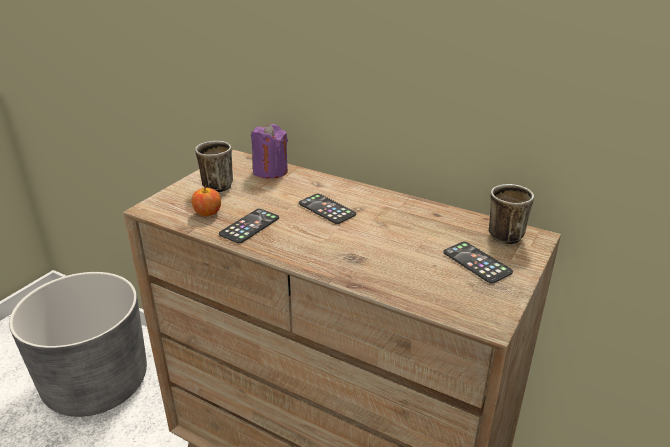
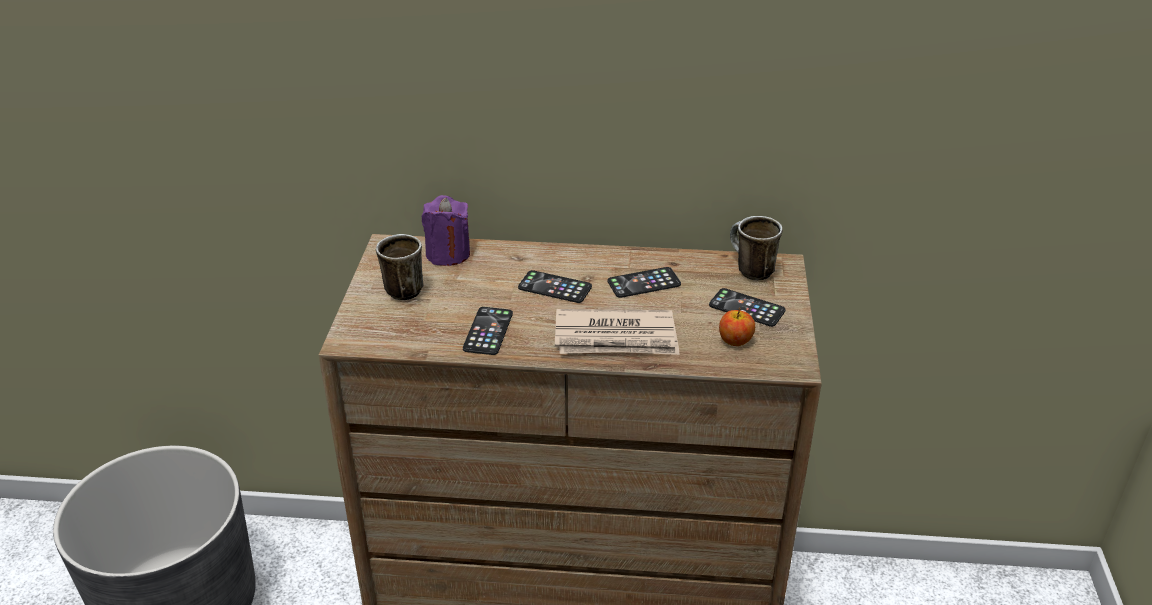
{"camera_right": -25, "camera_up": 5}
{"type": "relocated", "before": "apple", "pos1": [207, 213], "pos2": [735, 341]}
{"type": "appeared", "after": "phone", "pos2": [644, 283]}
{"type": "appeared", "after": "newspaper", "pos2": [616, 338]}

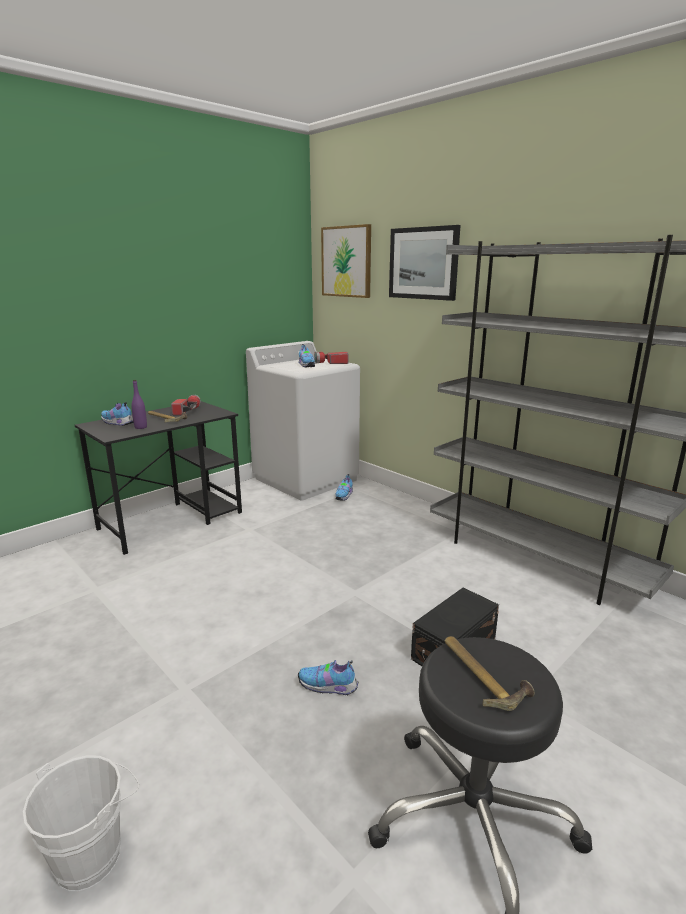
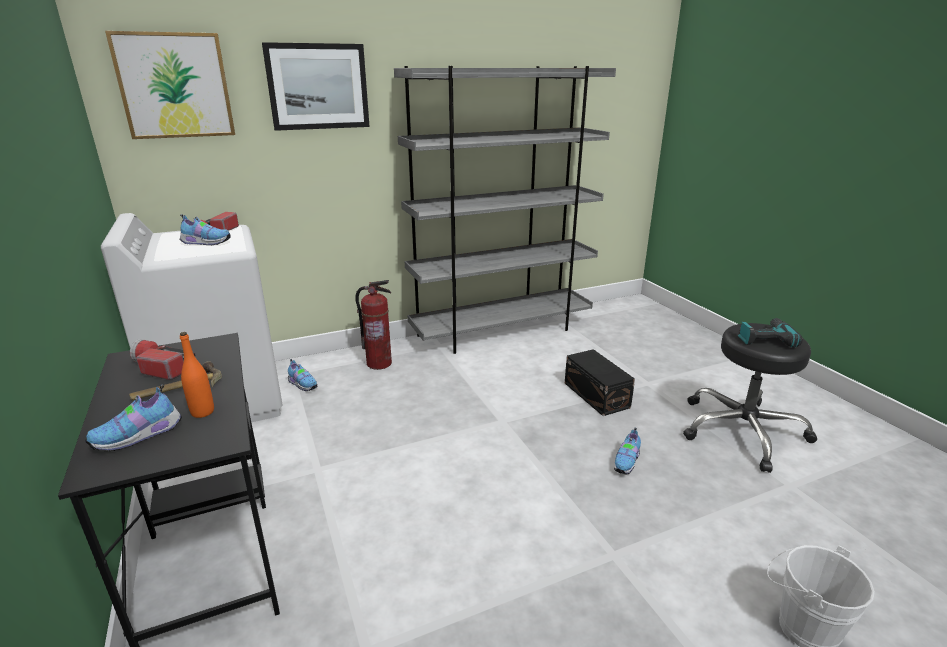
{"camera_right": -70, "camera_up": 5}
{"type": "colour", "before": "bottle/purple", "after": "bottle/orange", "pos1": [141, 427], "pos2": [202, 412]}
{"type": "exchanged", "before": "hammer", "after": "power drill", "pos1": [482, 674], "pos2": [764, 338]}
{"type": "appeared", "after": "fire extinguisher", "pos2": [379, 363]}

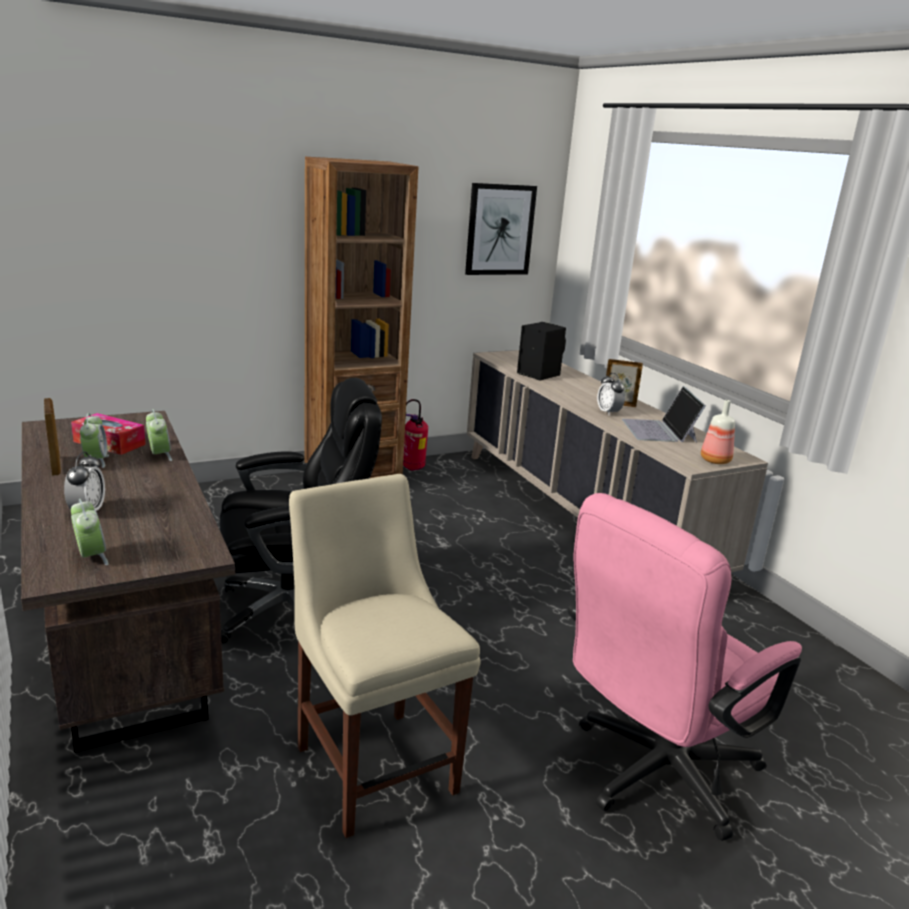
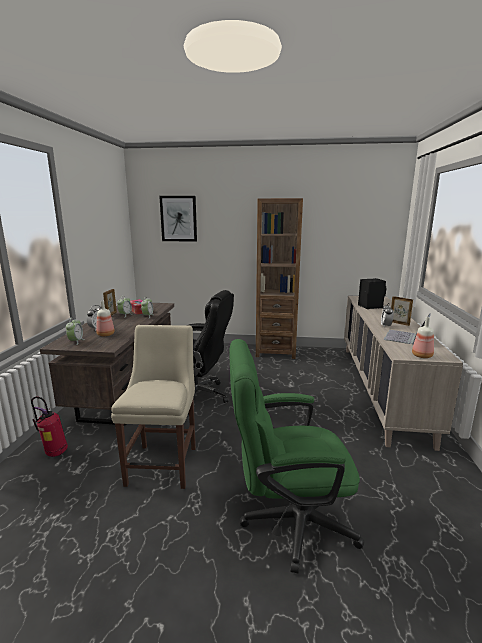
{"camera_right": 35, "camera_up": -5}
{"type": "relocated", "before": "picture", "pos1": [500, 230], "pos2": [178, 218]}
{"type": "relocated", "before": "fire extinguisher", "pos1": [412, 469], "pos2": [54, 454]}
{"type": "colour", "before": "office chair/pink", "after": "office chair/green", "pos1": [652, 774], "pos2": [288, 521]}
{"type": "appeared", "after": "bottle", "pos2": [105, 335]}

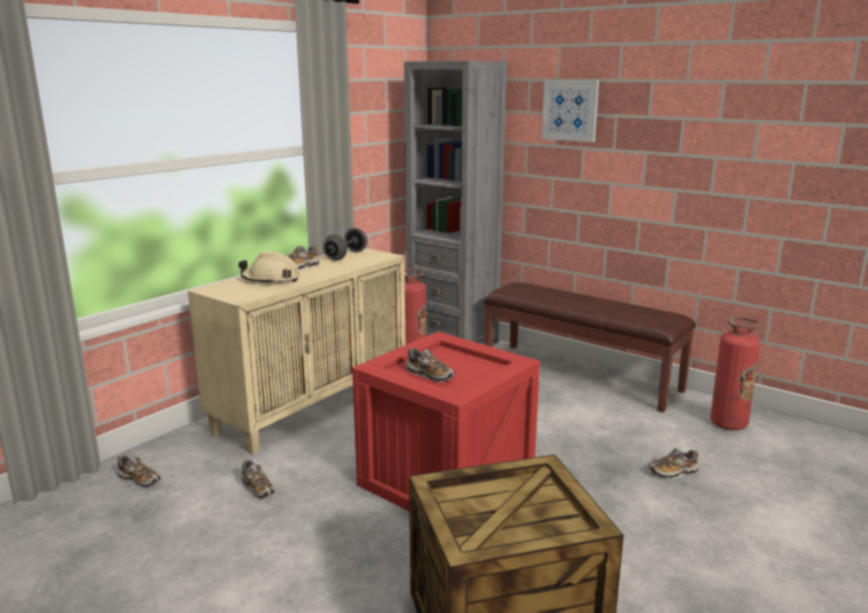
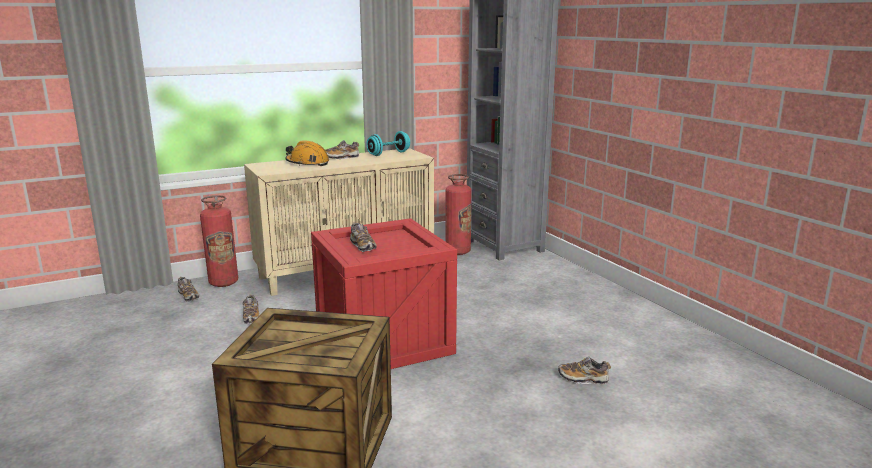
{"camera_right": 25, "camera_up": 0}
{"type": "missing", "before": "picture", "pos1": [570, 110]}
{"type": "colour", "before": "dumbbell/grey", "after": "dumbbell/turquoise", "pos1": [346, 256], "pos2": [388, 154]}
{"type": "colour", "before": "hard hat/beige", "after": "hard hat/orange", "pos1": [271, 280], "pos2": [307, 163]}
{"type": "missing", "before": "bench/brown", "pos1": [580, 375]}
{"type": "relocated", "before": "fire extinguisher", "pos1": [728, 424], "pos2": [223, 282]}

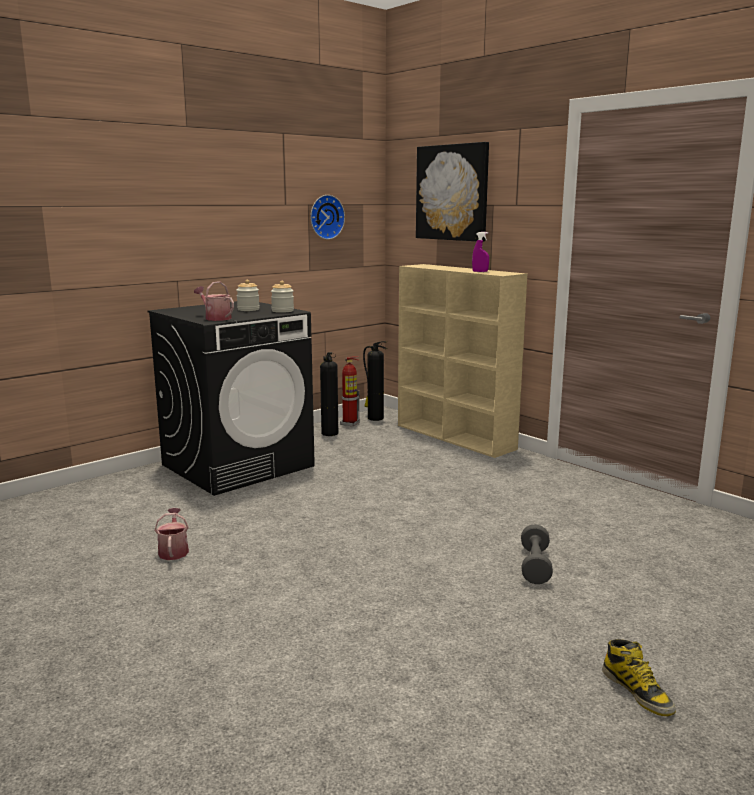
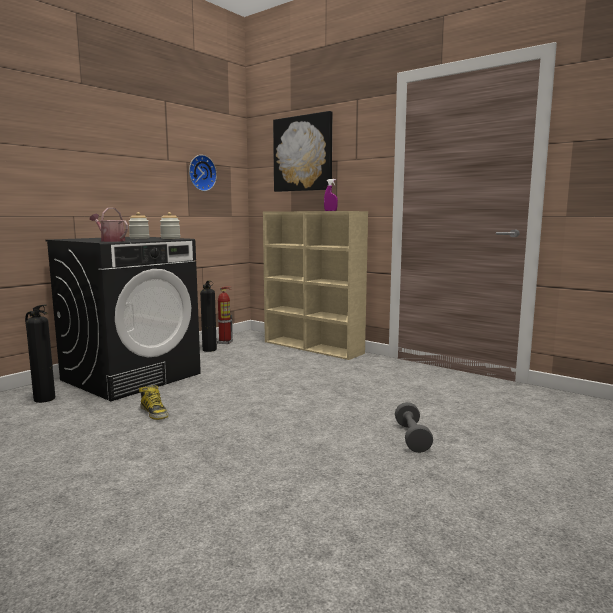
{"camera_right": -10, "camera_up": -5}
{"type": "relocated", "before": "fire extinguisher", "pos1": [374, 418], "pos2": [43, 399]}
{"type": "missing", "before": "watering can", "pos1": [174, 550]}
{"type": "relocated", "before": "boot", "pos1": [637, 691], "pos2": [154, 412]}

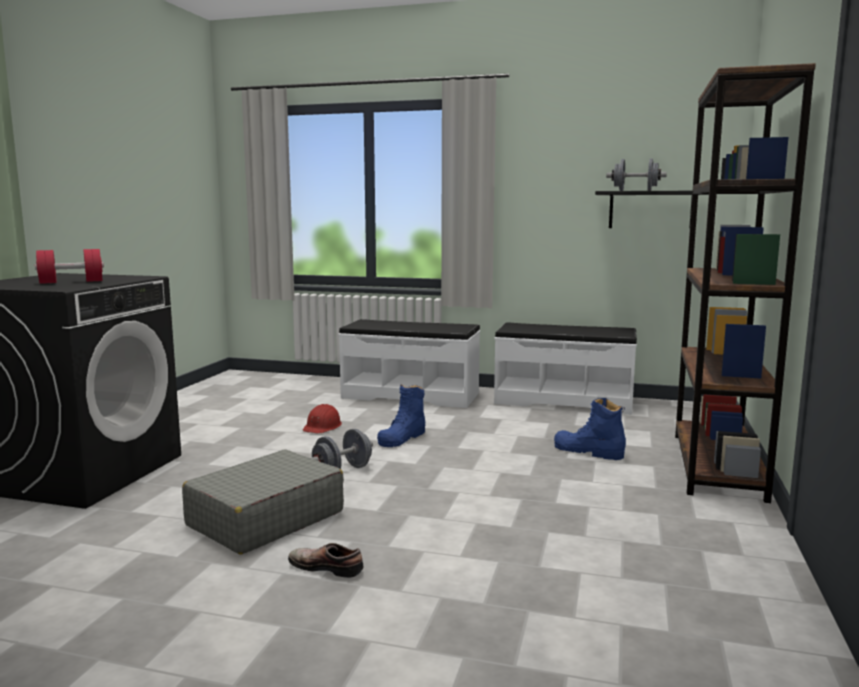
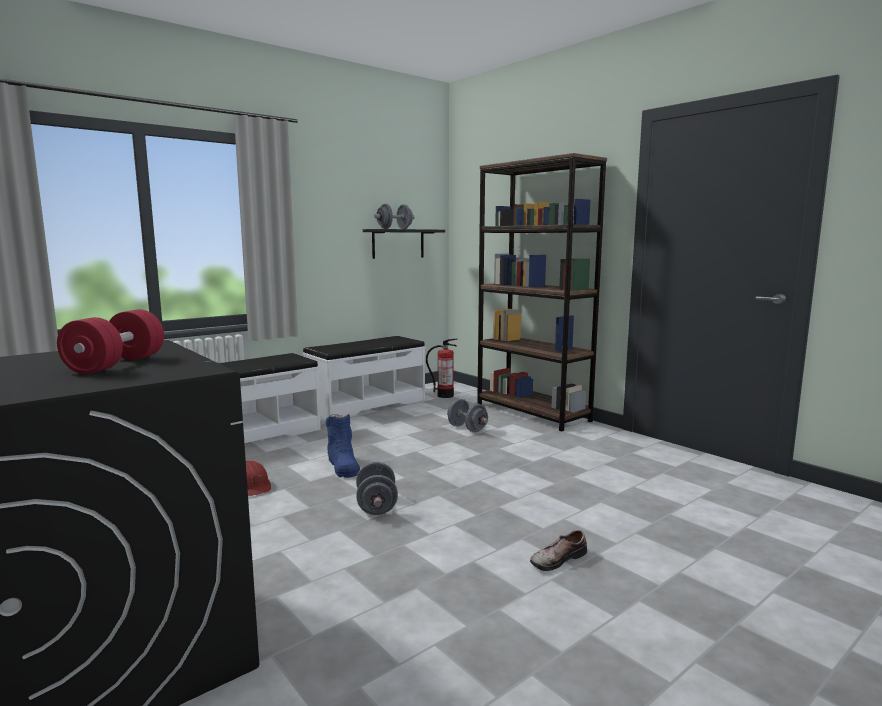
{"camera_right": -55, "camera_up": 0}
{"type": "exchanged", "before": "boot/blue", "after": "dumbbell/grey", "pos1": [588, 452], "pos2": [467, 428]}
{"type": "missing", "before": "suitcase/grey", "pos1": [265, 518]}
{"type": "appeared", "after": "fire extinguisher", "pos2": [445, 395]}

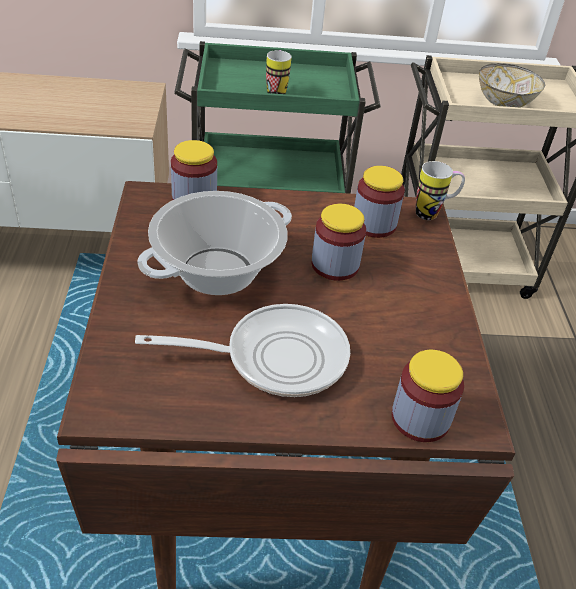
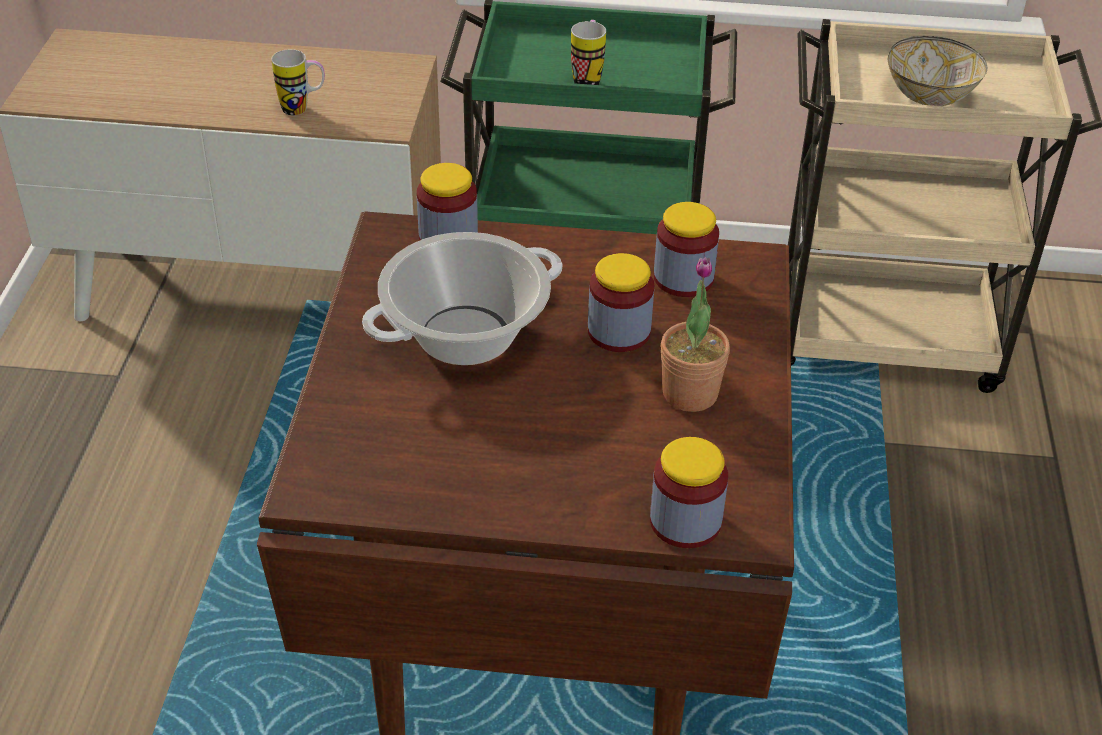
{"camera_right": 10, "camera_up": 0}
{"type": "relocated", "before": "mug", "pos1": [433, 213], "pos2": [303, 109]}
{"type": "missing", "before": "frying pan", "pos1": [275, 357]}
{"type": "appeared", "after": "potted plant", "pos2": [690, 393]}

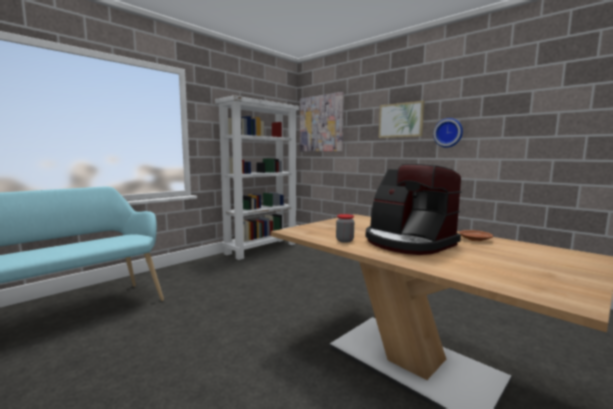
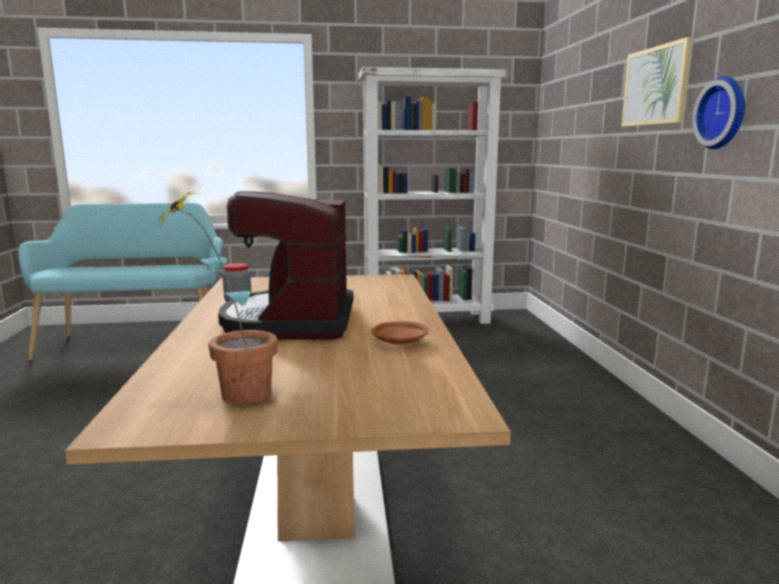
{"camera_right": 40, "camera_up": 5}
{"type": "missing", "before": "picture", "pos1": [321, 123]}
{"type": "appeared", "after": "potted plant", "pos2": [230, 396]}

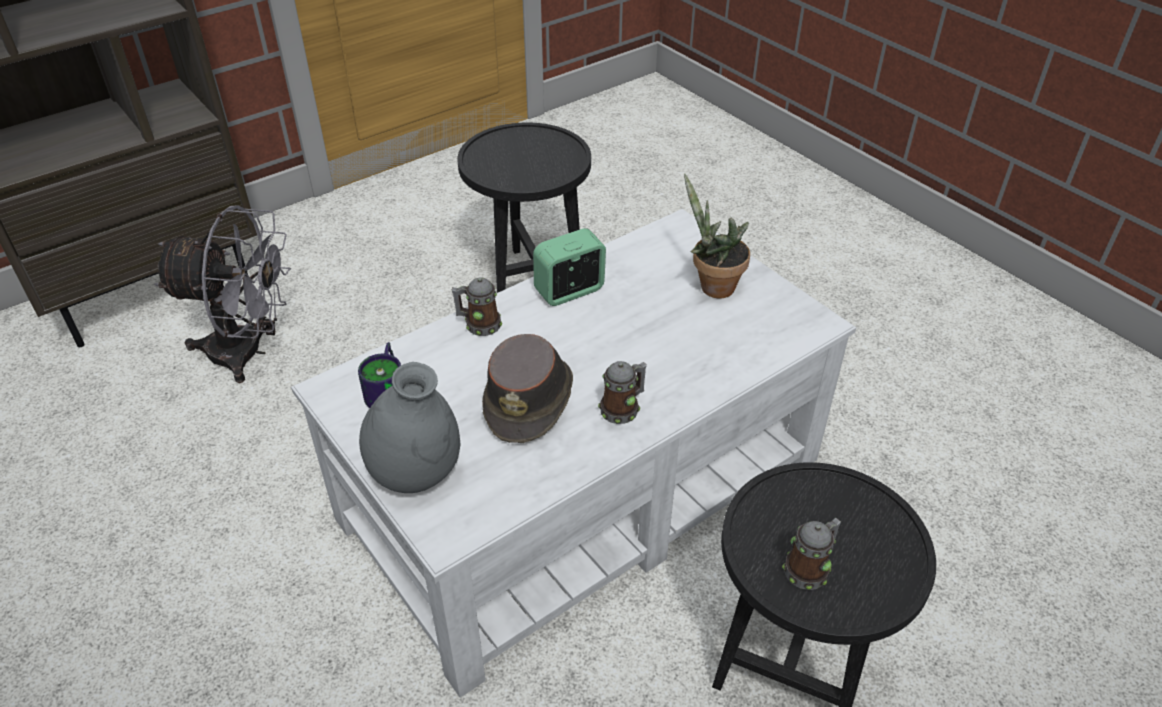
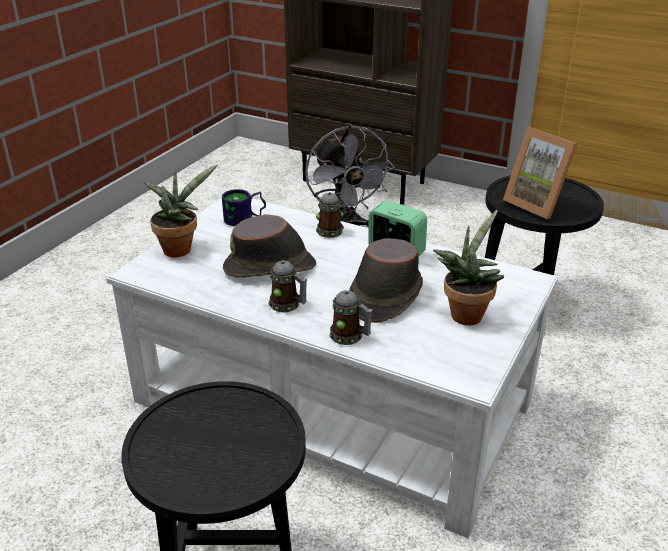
{"camera_right": 65, "camera_up": -10}
{"type": "exchanged", "before": "vase/grey", "after": "potted plant", "pos1": [416, 475], "pos2": [180, 248]}
{"type": "relocated", "before": "mug", "pos1": [809, 568], "pos2": [350, 337]}
{"type": "appeared", "after": "picture frame", "pos2": [537, 203]}
{"type": "appeared", "after": "hat/brown", "pos2": [384, 296]}

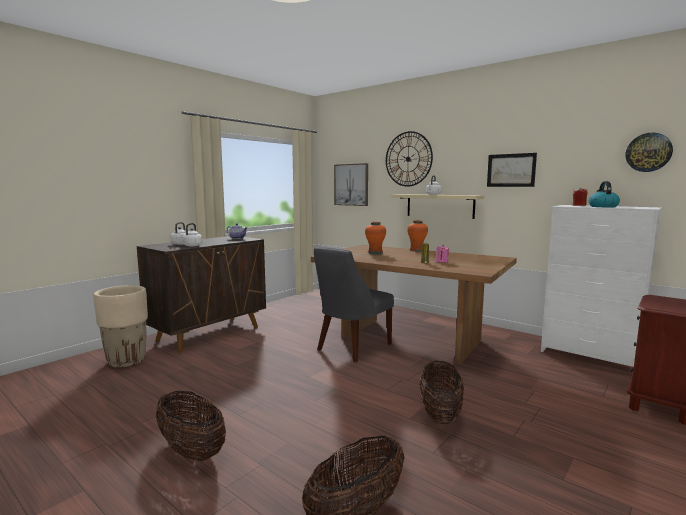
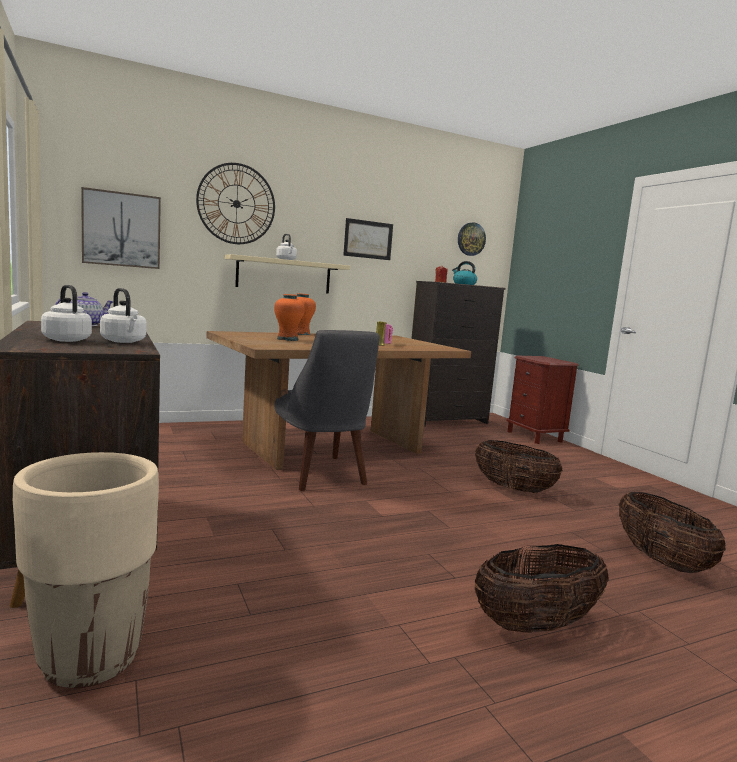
{"camera_right": -65, "camera_up": 0}
{"type": "colour", "before": "dresser/white", "after": "dresser/black", "pos1": [590, 356], "pos2": [447, 420]}

